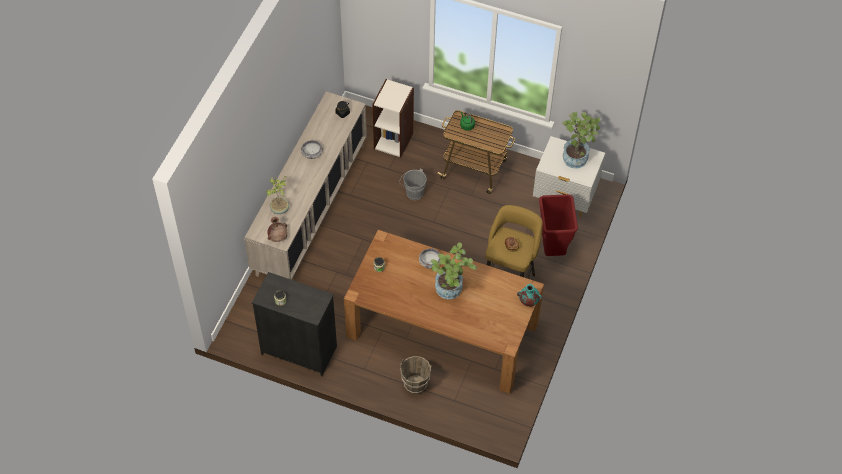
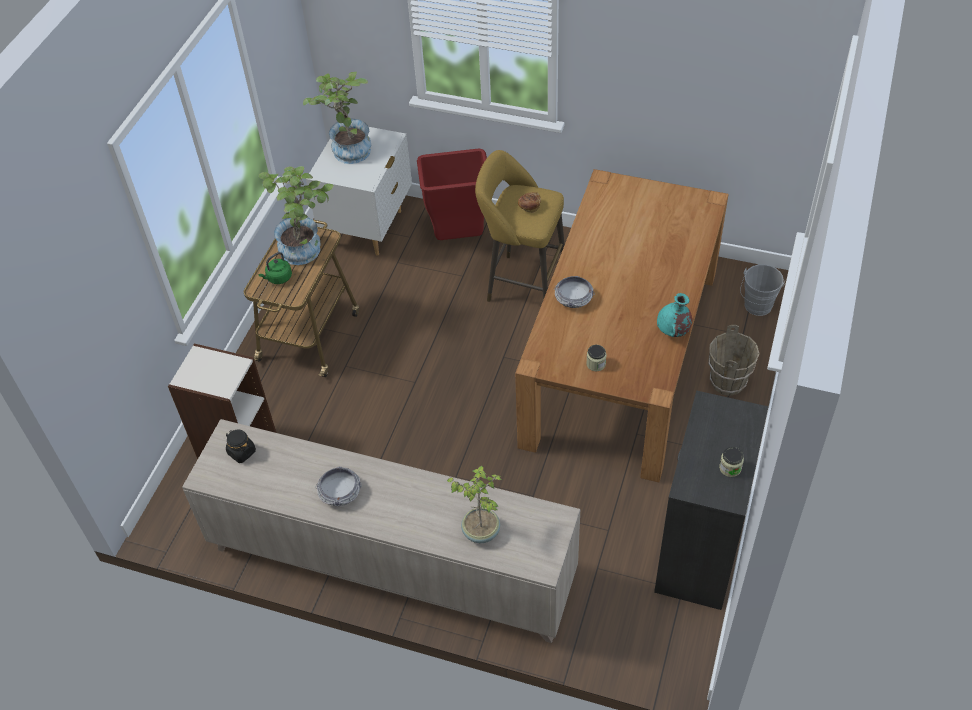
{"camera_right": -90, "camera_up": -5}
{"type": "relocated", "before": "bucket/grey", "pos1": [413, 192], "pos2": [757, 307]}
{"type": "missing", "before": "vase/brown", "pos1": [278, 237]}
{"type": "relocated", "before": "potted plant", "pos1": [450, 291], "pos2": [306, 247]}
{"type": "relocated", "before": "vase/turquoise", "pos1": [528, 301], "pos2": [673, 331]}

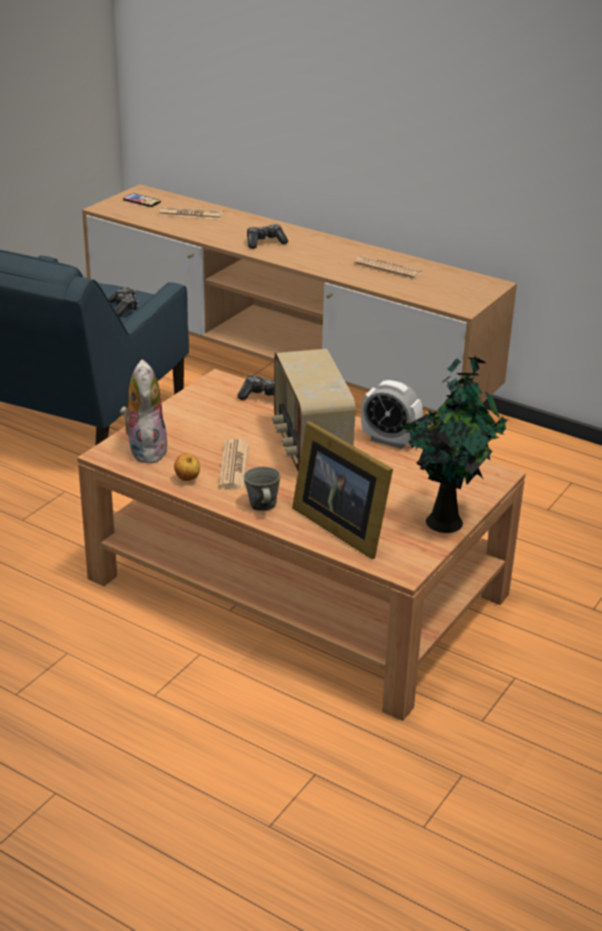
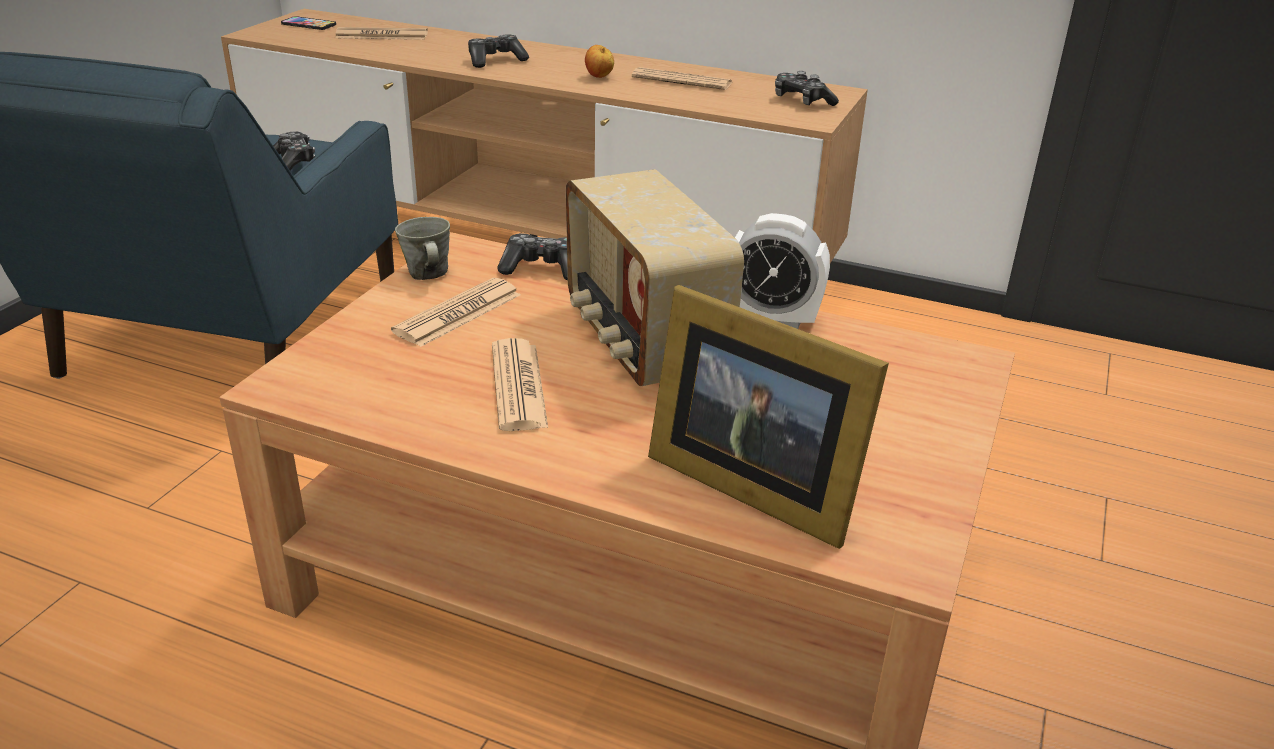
{"camera_right": -10, "camera_up": 0}
{"type": "missing", "before": "potted plant", "pos1": [445, 520]}
{"type": "missing", "before": "plush toy", "pos1": [145, 449]}
{"type": "relocated", "before": "apple", "pos1": [187, 479], "pos2": [599, 77]}
{"type": "relocated", "before": "mug/grey", "pos1": [262, 505], "pos2": [428, 274]}
{"type": "appeared", "after": "game controller", "pos2": [802, 101]}
{"type": "appeared", "after": "newspaper", "pos2": [458, 313]}

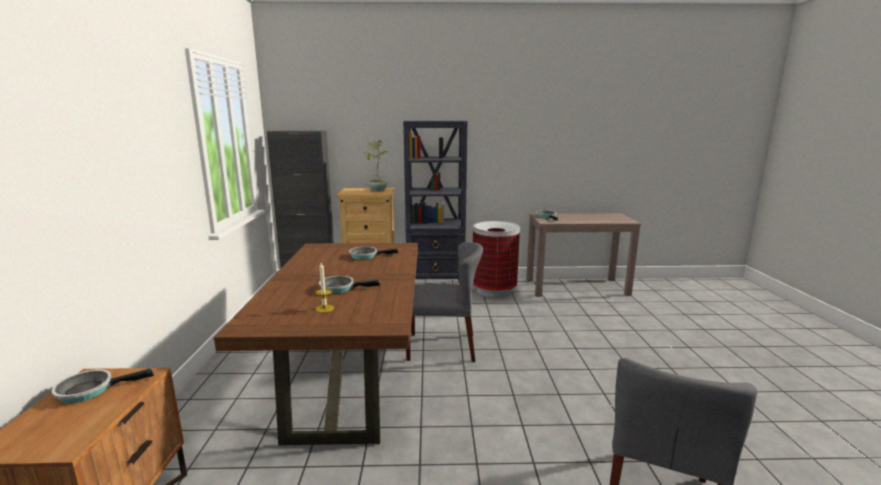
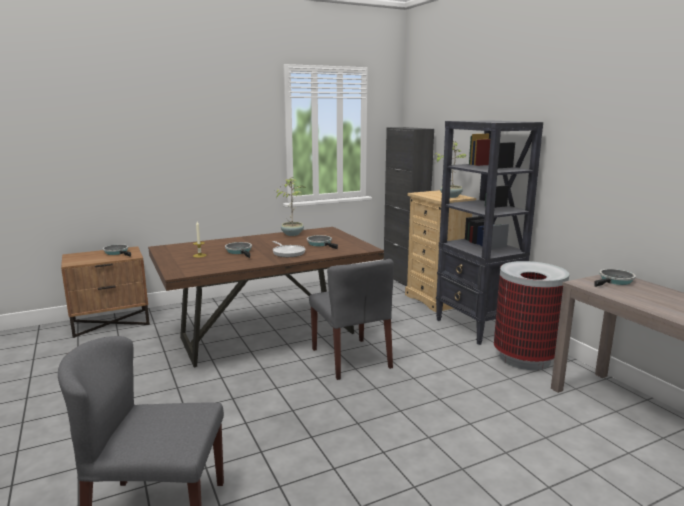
{"camera_right": 65, "camera_up": 0}
{"type": "appeared", "after": "potted plant", "pos2": [292, 234]}
{"type": "appeared", "after": "frying pan", "pos2": [288, 252]}

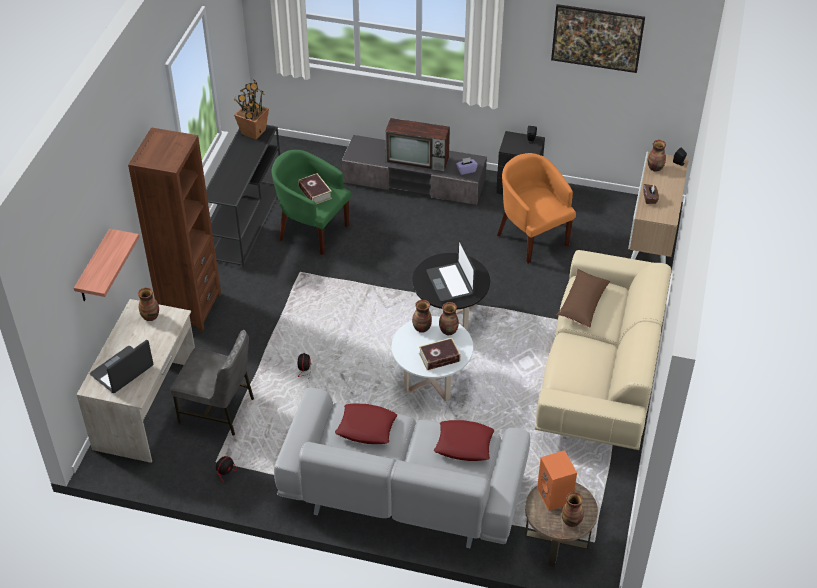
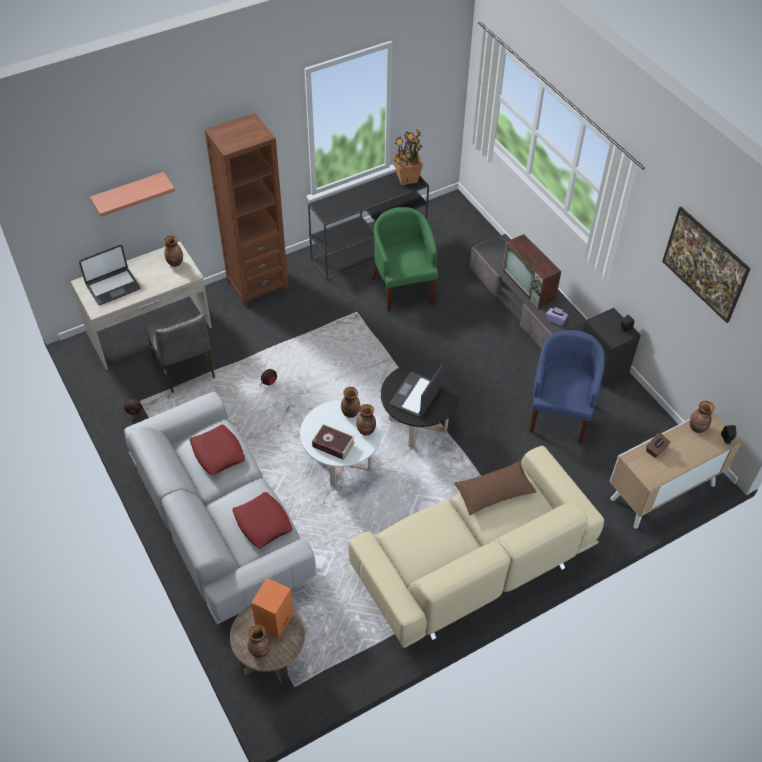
{"camera_right": 45, "camera_up": 5}
{"type": "colour", "before": "armchair/orange", "after": "armchair/blue", "pos1": [531, 237], "pos2": [559, 414]}
{"type": "missing", "before": "book", "pos1": [315, 192]}
{"type": "spun", "before": "laptop", "pos1": [122, 371], "pos2": [113, 286], "turn": 150}

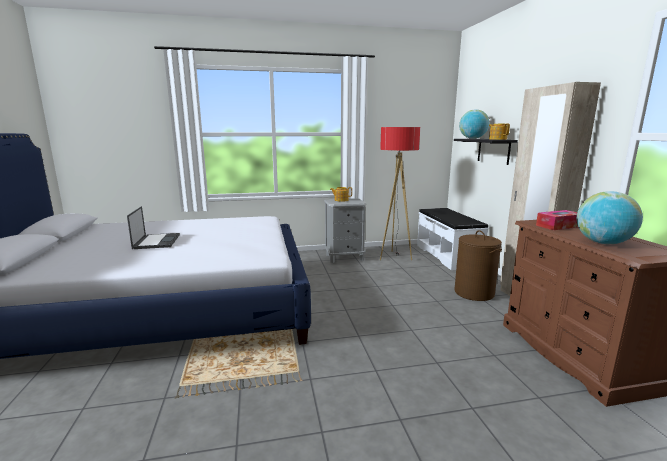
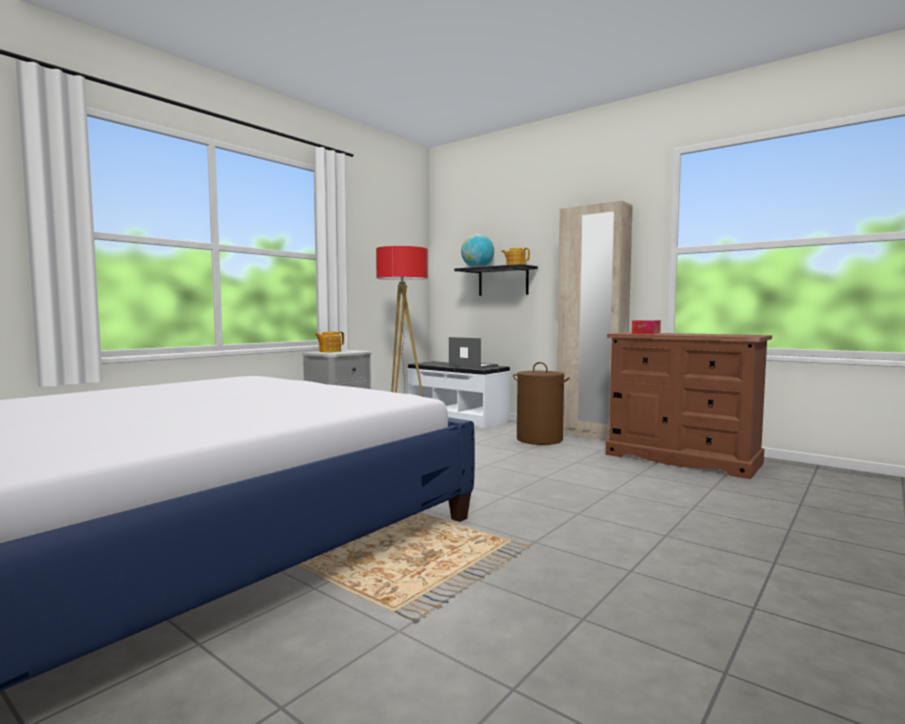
{"camera_right": -40, "camera_up": -10}
{"type": "missing", "before": "globe", "pos1": [603, 243]}
{"type": "relocated", "before": "laptop", "pos1": [157, 241], "pos2": [472, 366]}

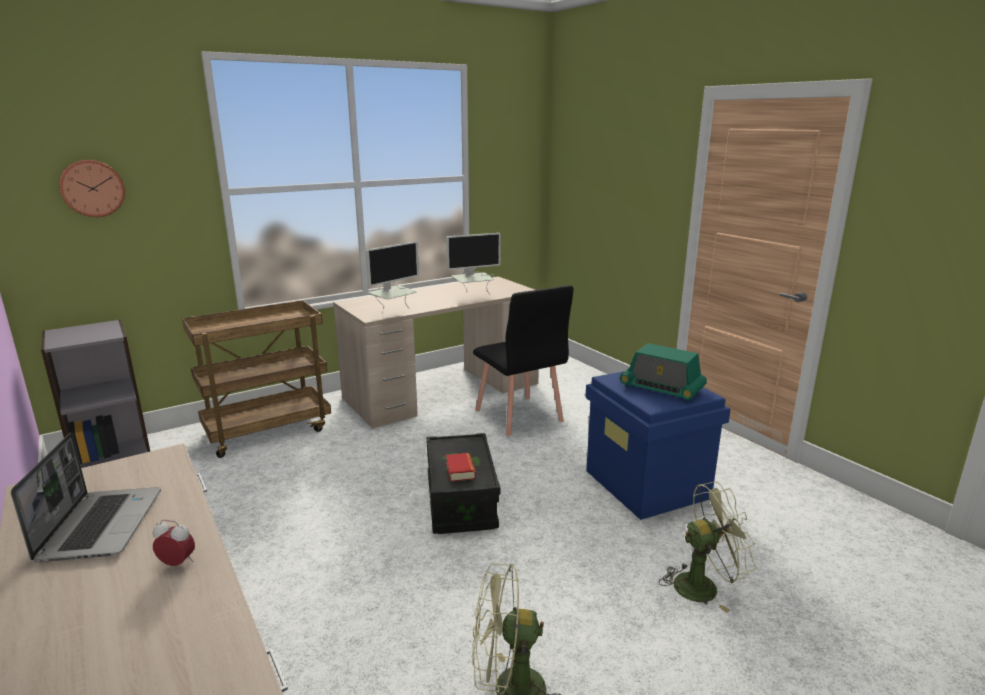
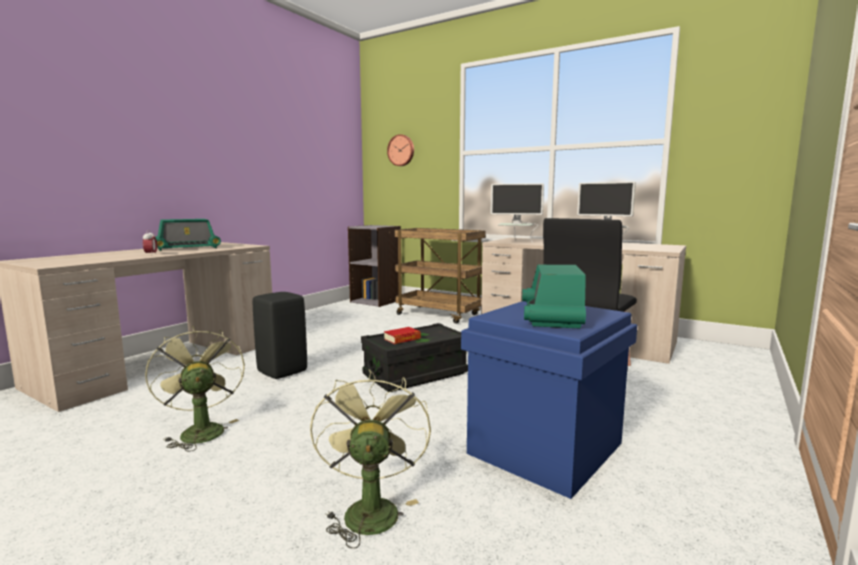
{"camera_right": 65, "camera_up": -10}
{"type": "exchanged", "before": "laptop", "after": "radio", "pos1": [101, 524], "pos2": [187, 248]}
{"type": "spun", "before": "fan/green", "pos1": [704, 585], "pos2": [369, 508], "turn": -150}
{"type": "appeared", "after": "stool/black", "pos2": [282, 372]}

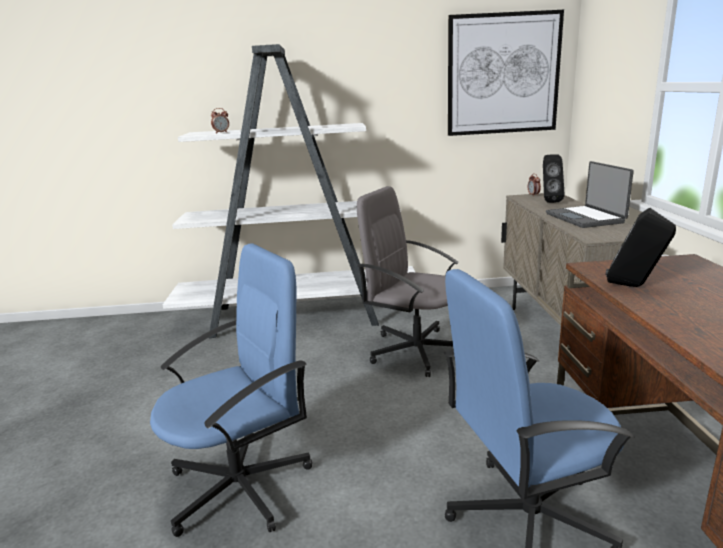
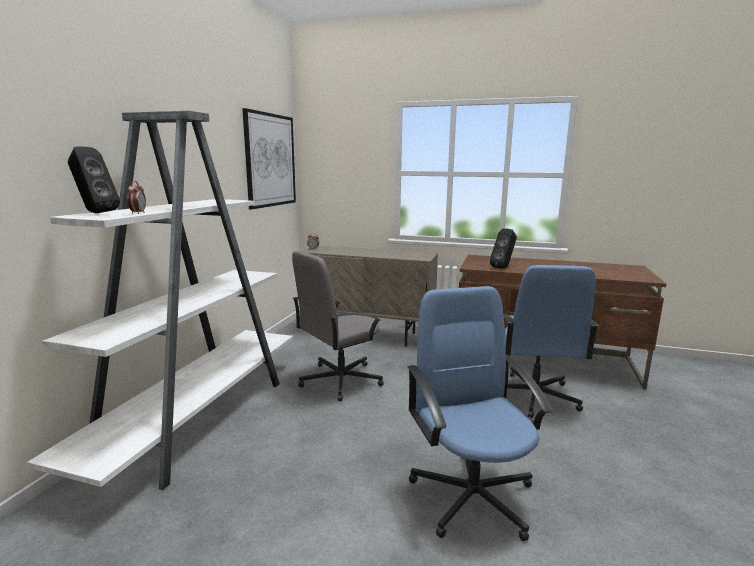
{"camera_right": -70, "camera_up": -5}
{"type": "relocated", "before": "speaker/black", "pos1": [549, 201], "pos2": [95, 213]}
{"type": "missing", "before": "laptop", "pos1": [586, 218]}

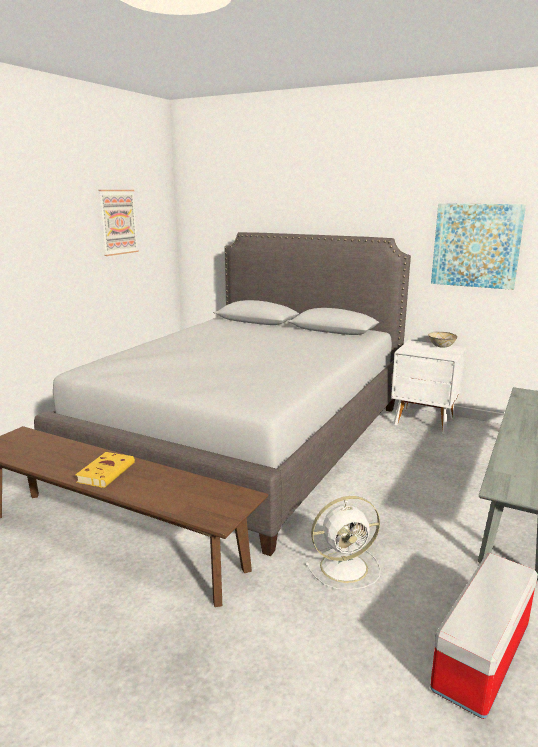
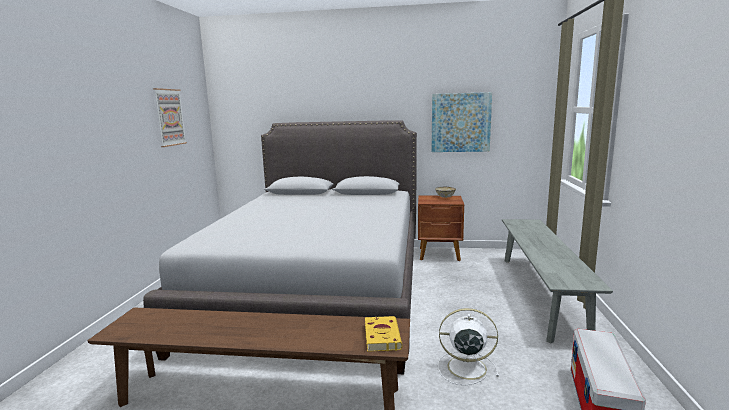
{"camera_right": -20, "camera_up": -5}
{"type": "colour", "before": "nightstand/white", "after": "nightstand/brown", "pos1": [425, 422], "pos2": [440, 254]}
{"type": "relocated", "before": "book/yellow", "pos1": [107, 472], "pos2": [381, 336]}
{"type": "spun", "before": "fan/white", "pos1": [346, 566], "pos2": [465, 367], "turn": -135}

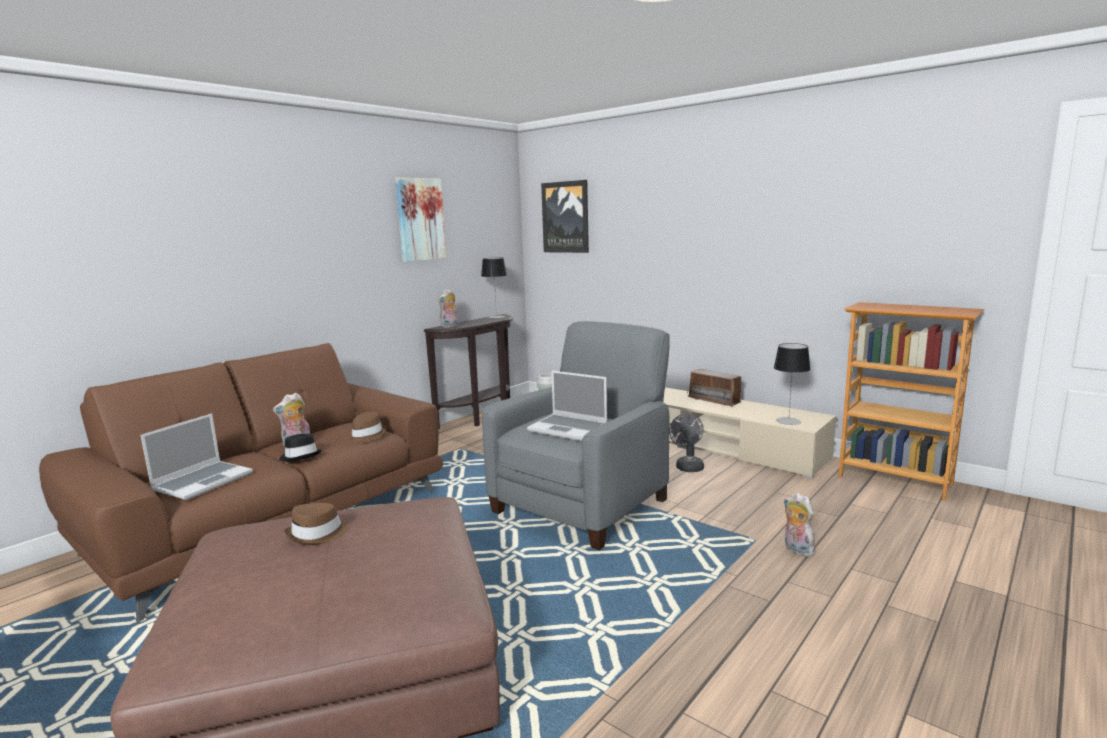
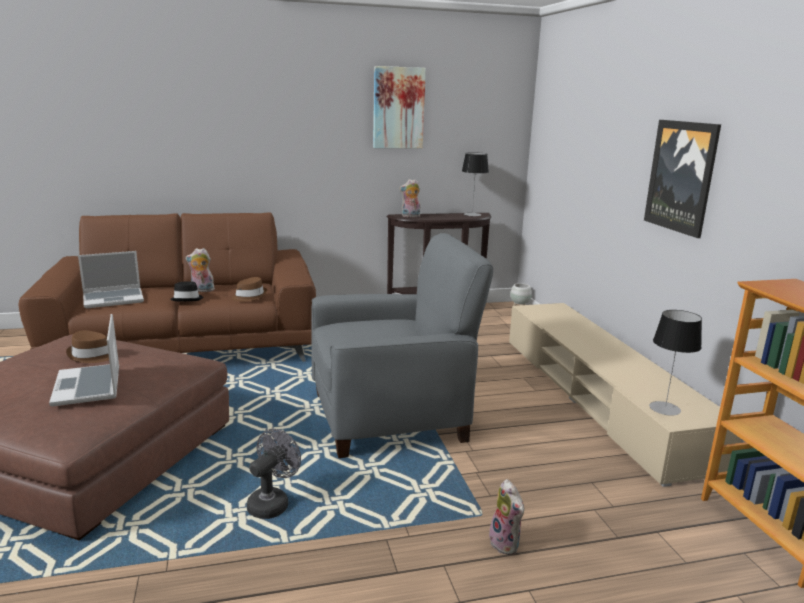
{"camera_right": 35, "camera_up": 5}
{"type": "relocated", "before": "picture", "pos1": [565, 217], "pos2": [681, 176]}
{"type": "missing", "before": "radio", "pos1": [714, 400]}
{"type": "relocated", "before": "laptop", "pos1": [569, 429], "pos2": [89, 387]}
{"type": "relocated", "before": "fan/grey", "pos1": [688, 465], "pos2": [272, 503]}
{"type": "spun", "before": "plush toy", "pos1": [796, 549], "pos2": [506, 544], "turn": 150}

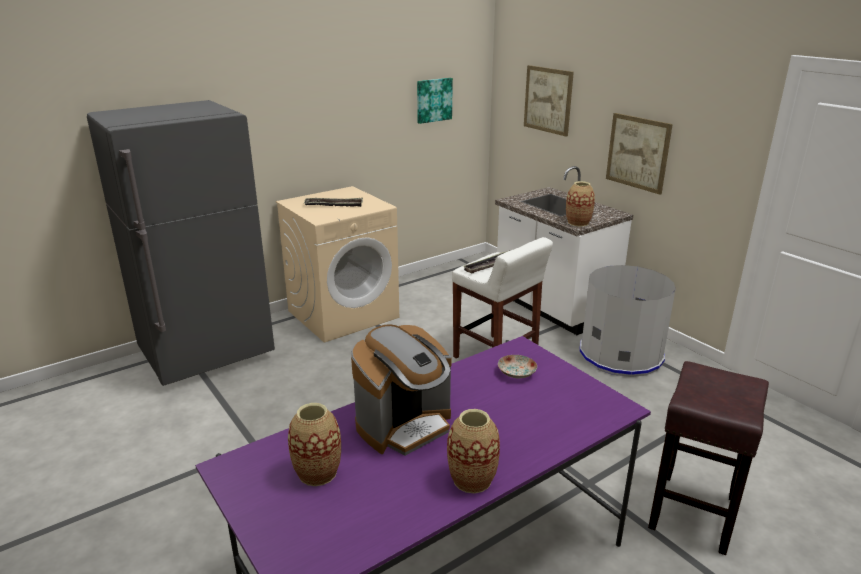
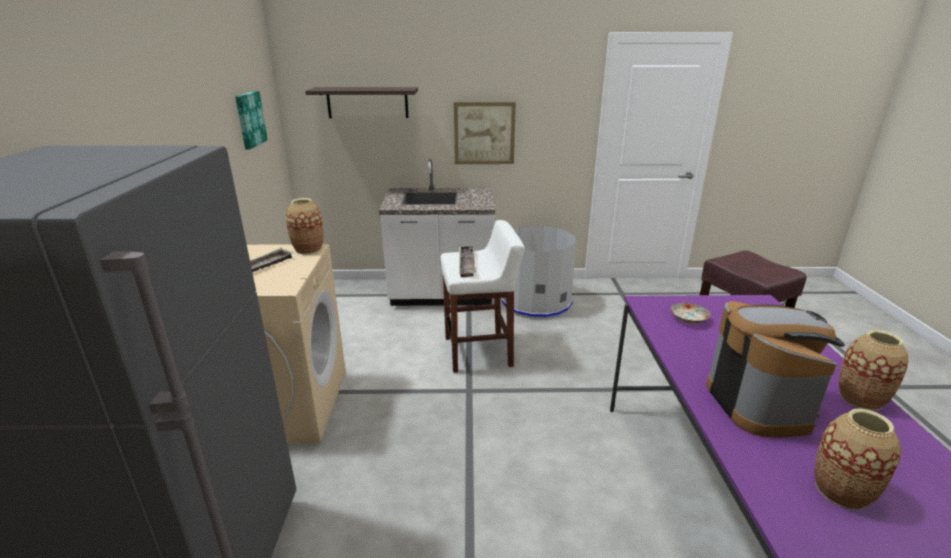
{"camera_right": -55, "camera_up": 0}
{"type": "exchanged", "before": "picture", "after": "shelf", "pos1": [548, 100], "pos2": [367, 102]}
{"type": "relocated", "before": "vase", "pos1": [578, 223], "pos2": [308, 249]}

